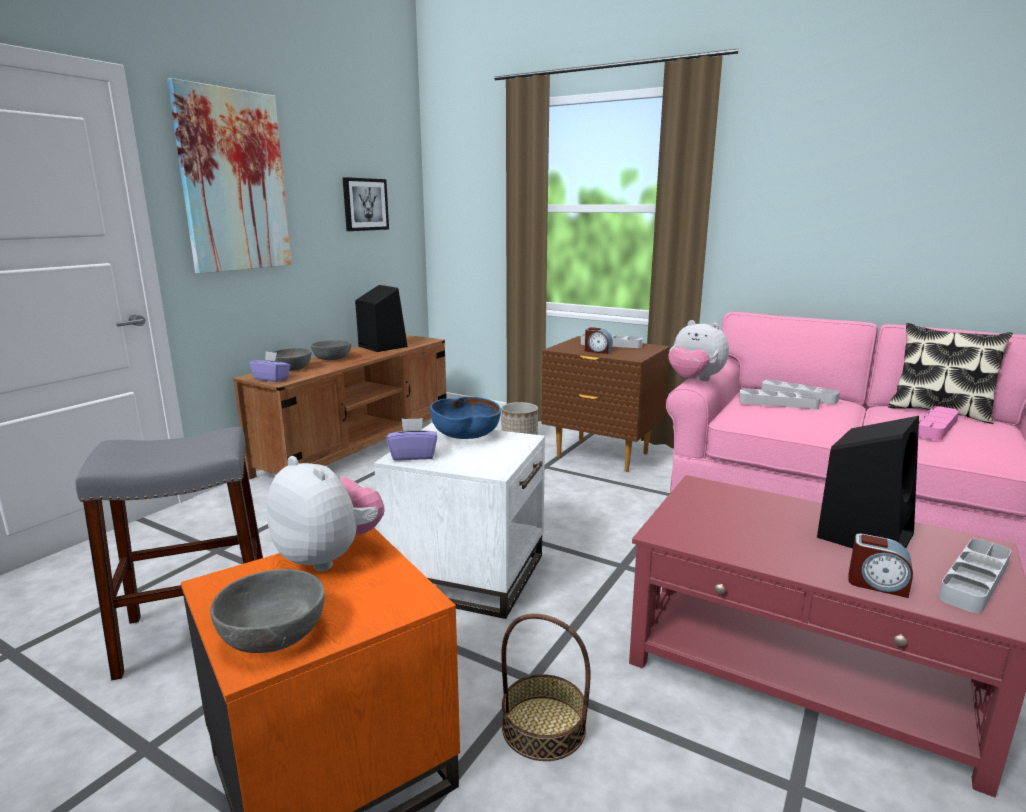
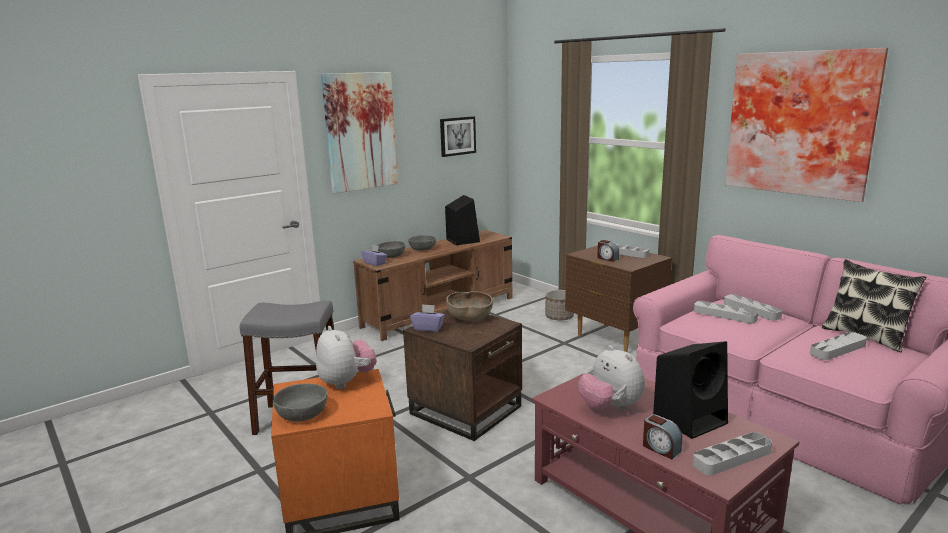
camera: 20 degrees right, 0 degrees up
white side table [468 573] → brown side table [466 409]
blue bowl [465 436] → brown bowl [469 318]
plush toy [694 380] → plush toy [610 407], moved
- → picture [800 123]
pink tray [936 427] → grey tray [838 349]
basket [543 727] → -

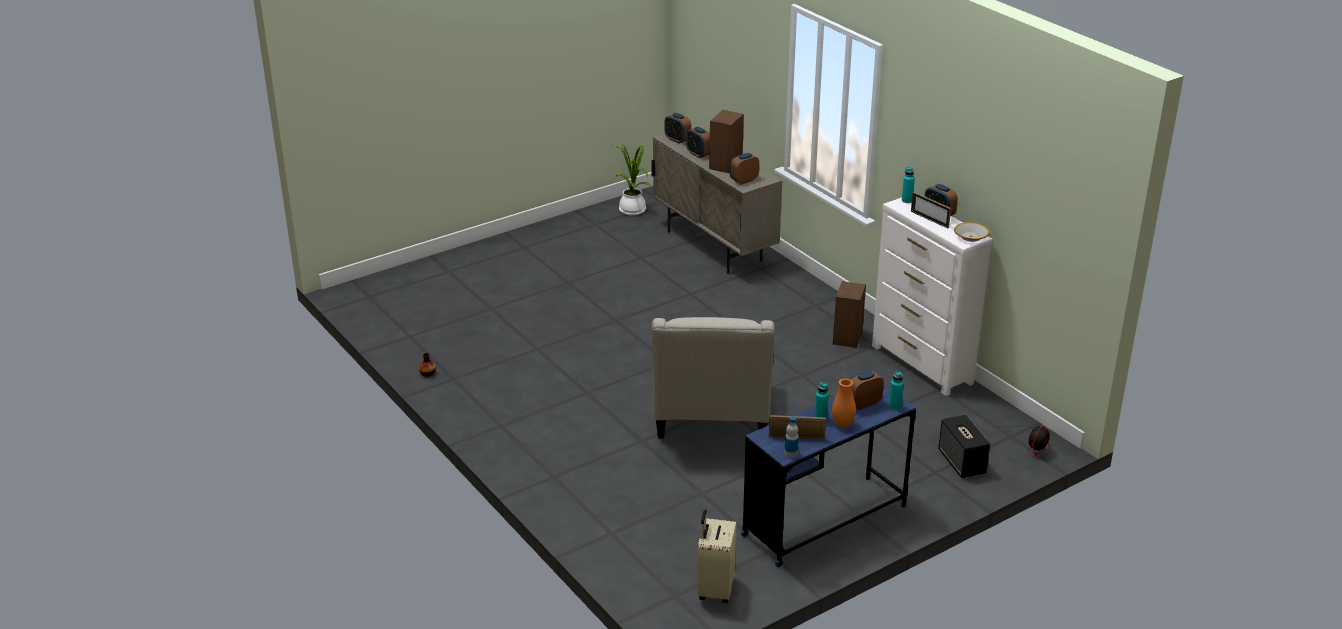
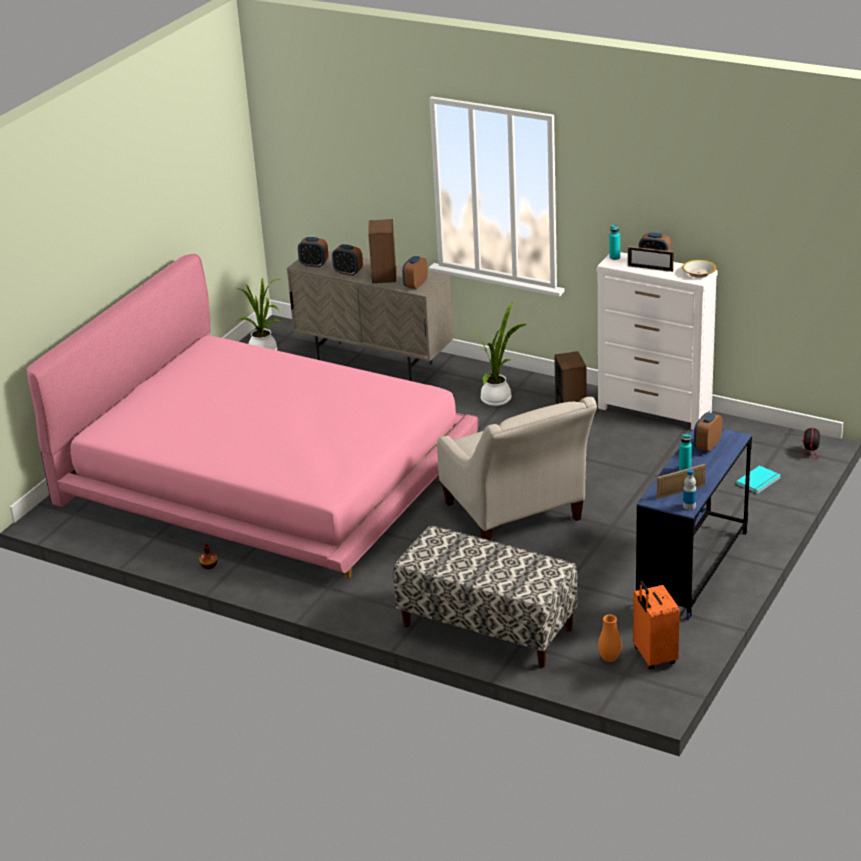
camera: 25 degrees left, 0 degrees up
- → pink bed [265 474]
- → bench [486 627]
- → potted plant [498 398]
orange vase [842 424] → orange vase [609 658], moved
beige suitcase [714 589] → orange suitcase [653 656]
speaker [962 462] → turquoise book [759 481]
turquoise bottle [895 407] → -

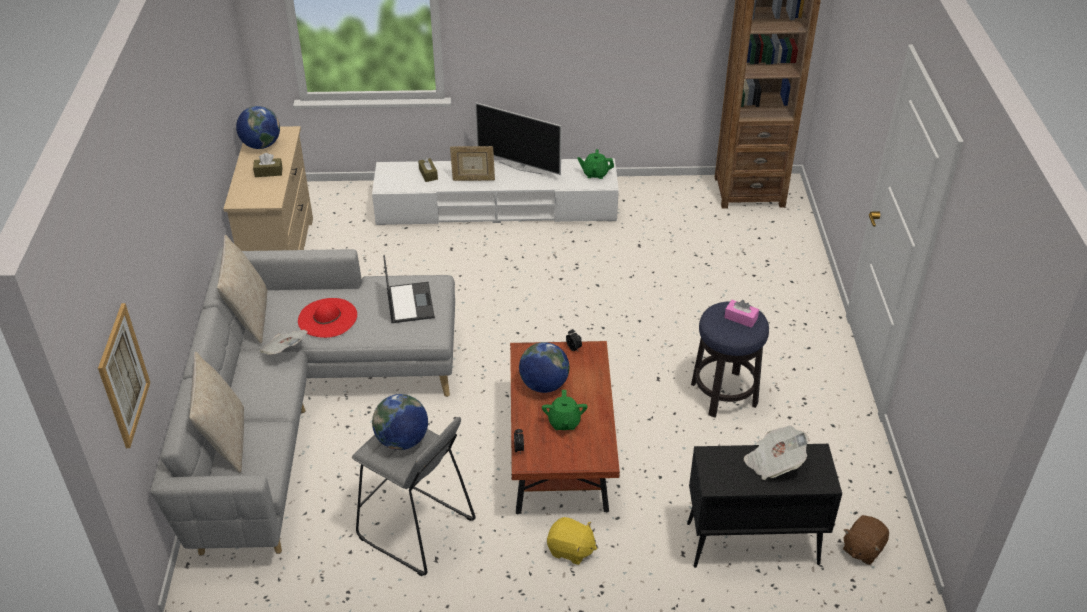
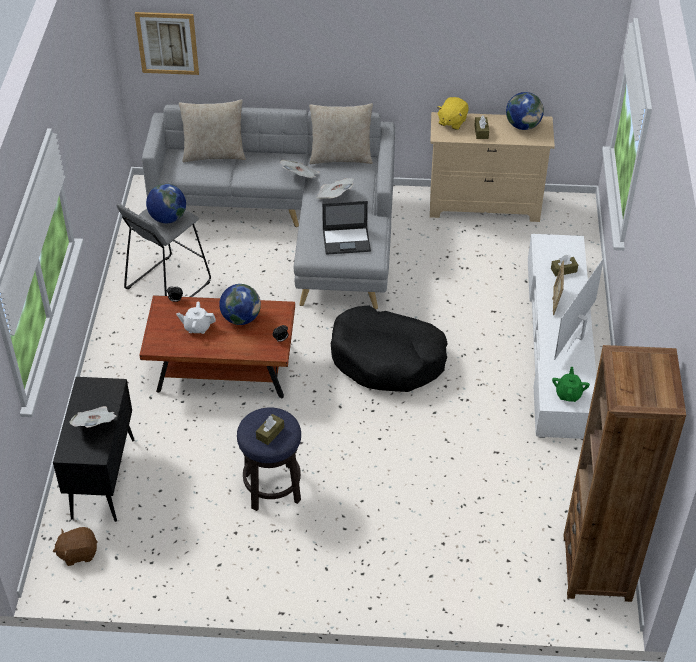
camera: 95 degrees right, 5 degrees up
brown plush toy [862 549] → brown plush toy [78 553], 60 degrees counterclockwise
green teapot [564 422] → white teapot [197 327]
pink tissue box [740 318] → brown tissue box [270 433]
red hat [327 318] → newspaper [334 196]
- → black dog bed [387 359]
yellow plush toy [570 550] → yellow plush toy [452 122], moved

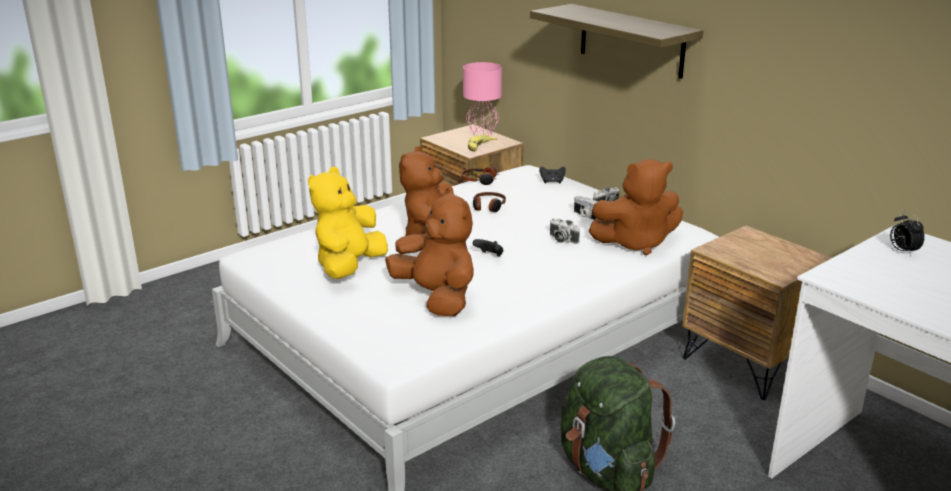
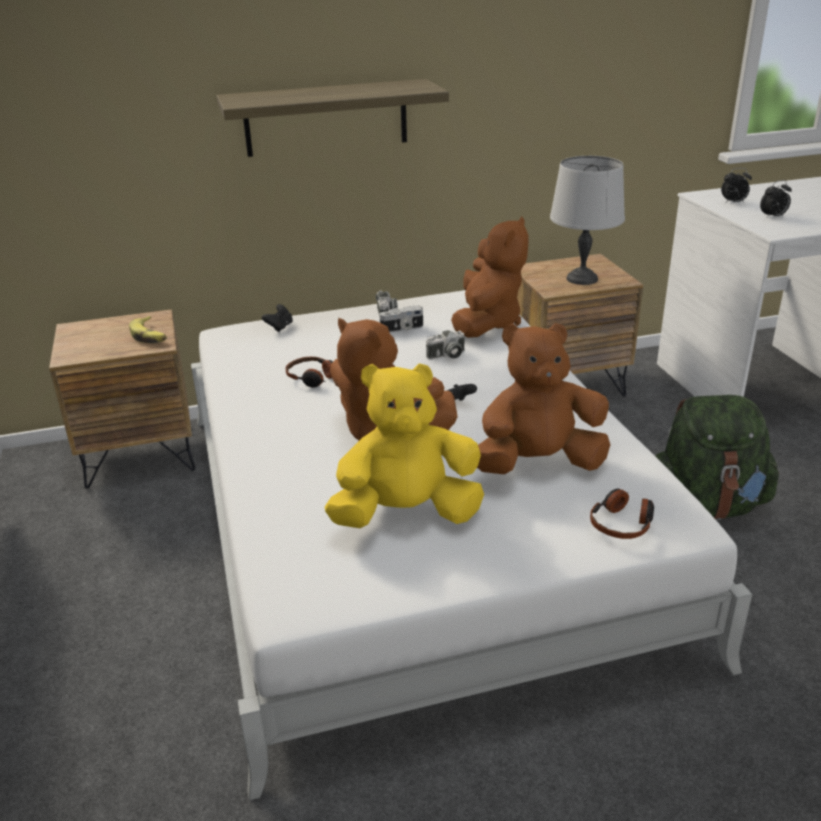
camera: 65 degrees left, 5 degrees up
yellow plush toy [349 267] → yellow plush toy [407 514], 120 degrees clockwise
- → grey table lamp [581 279]
headphones [479 180] → headphones [622 523], moved
- → alarm clock [773 217]
pink table lamp [482 133] → -

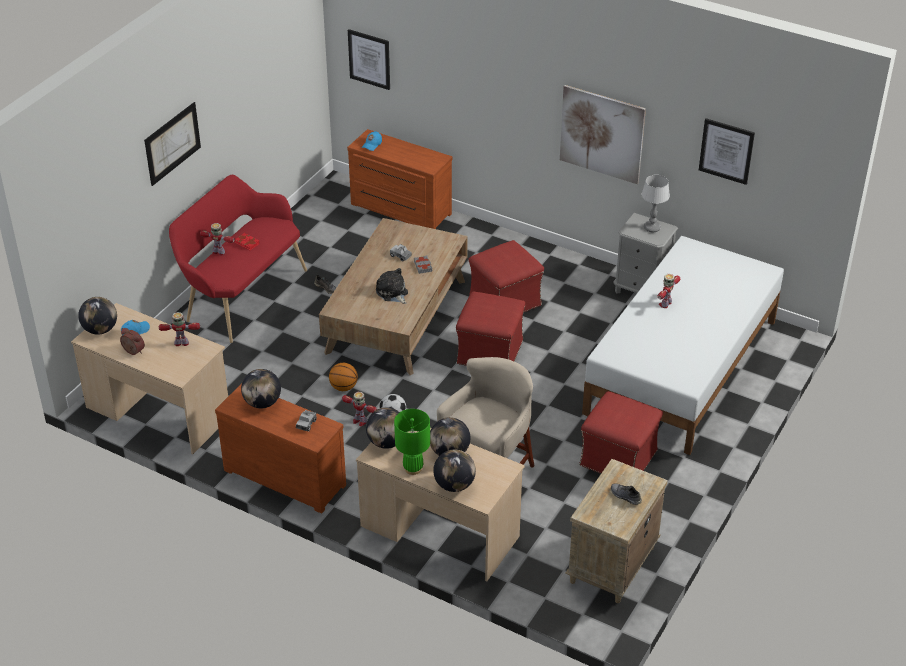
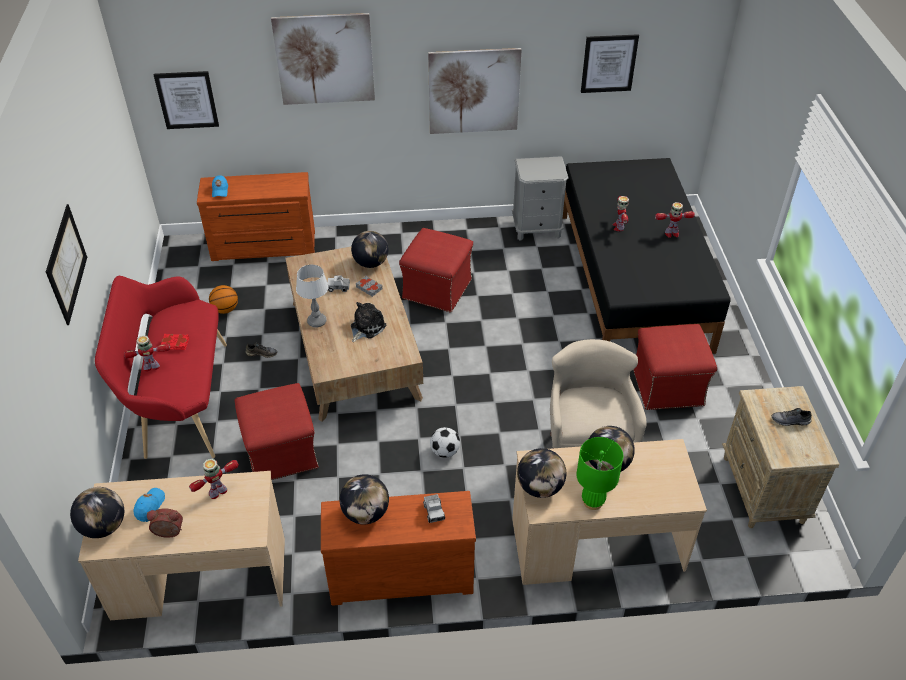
camera: 35 degrees left, 5 degrees up
basketball [344 387] → basketball [226 309], moved
red ottoman [490 352] → red ottoman [281 453], moved
- → picture [324 59]
table lamp [652 228] → table lamp [317 321], moved
globe [454 485] → globe [371 263], moved
plush toy [392 293] → plush toy [366 327], 105 degrees clockwise
white bed [683 366] → black bed [633 279]
toy robot [359 421] → toy robot [671 233], moved

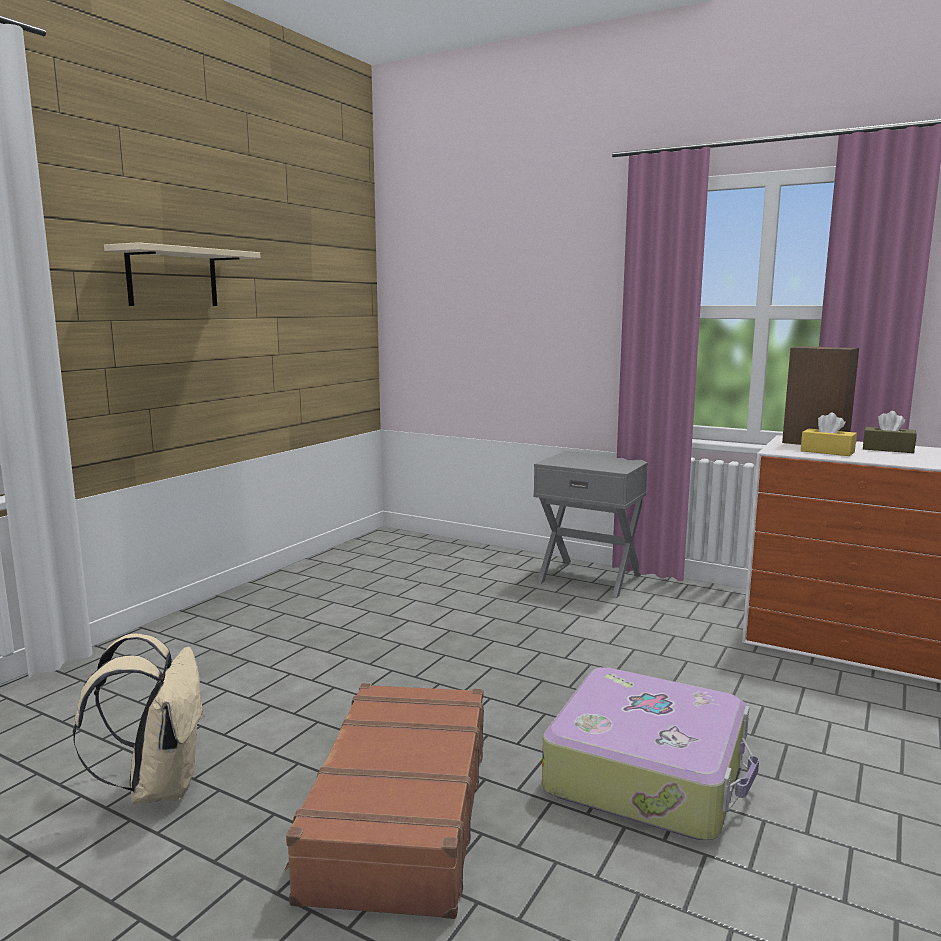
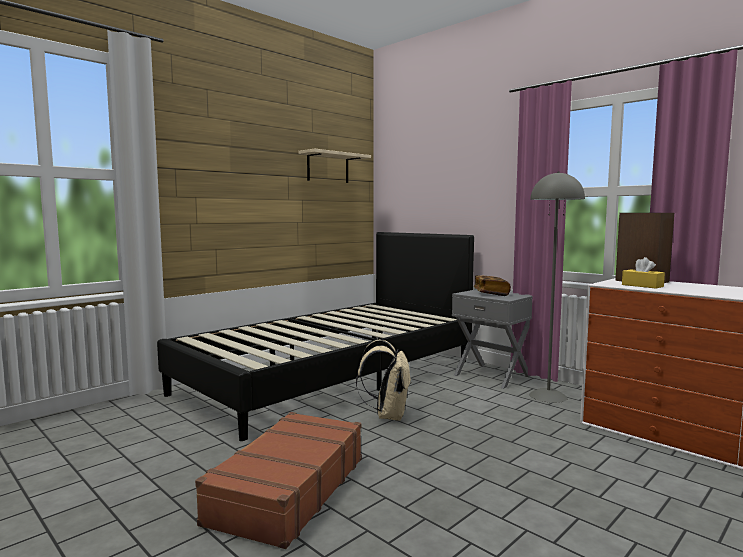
camera: 15 degrees right, 5 degrees down
- → black bed [332 376]
beige shelf [172 278] → beige shelf [328 167], moved
beige backpack [159 786] → beige backpack [387 415], moved
- → book [491 294]
- → grey floor lamp [548 396]
suitcase [648 773] → -
brown tissue box [887 449] → -

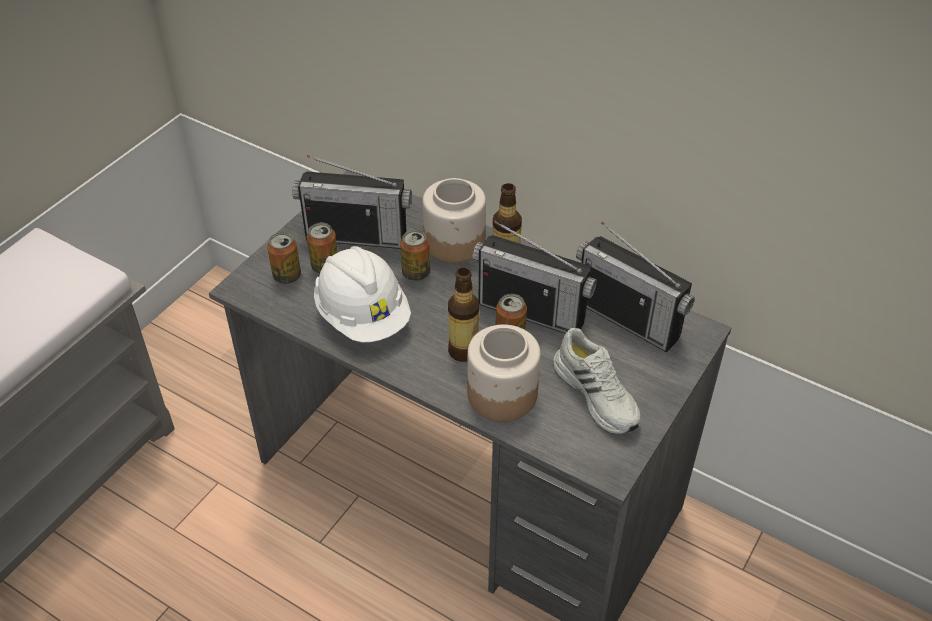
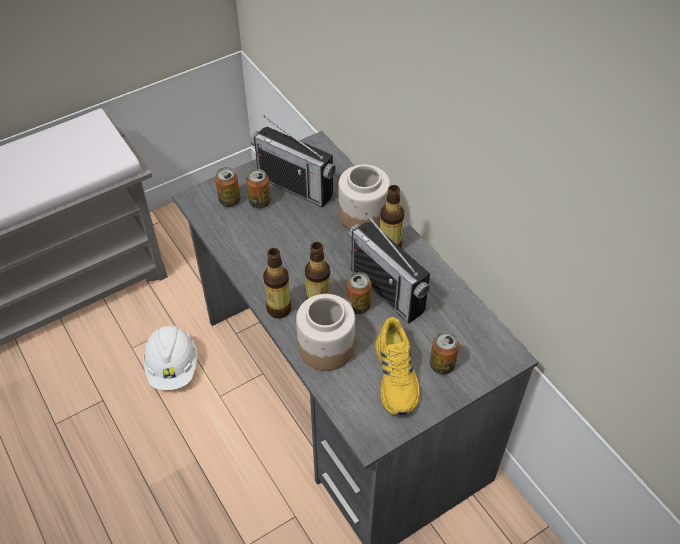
camera: 25 degrees right, 5 degrees up
white hard hat [363 316] → white hard hat [173 367], moved
- → bottle [279 309]
white shoe [597 394] → yellow shoe [397 375]
can [416 273] → can [442 365], moved
radio [628 319] → -

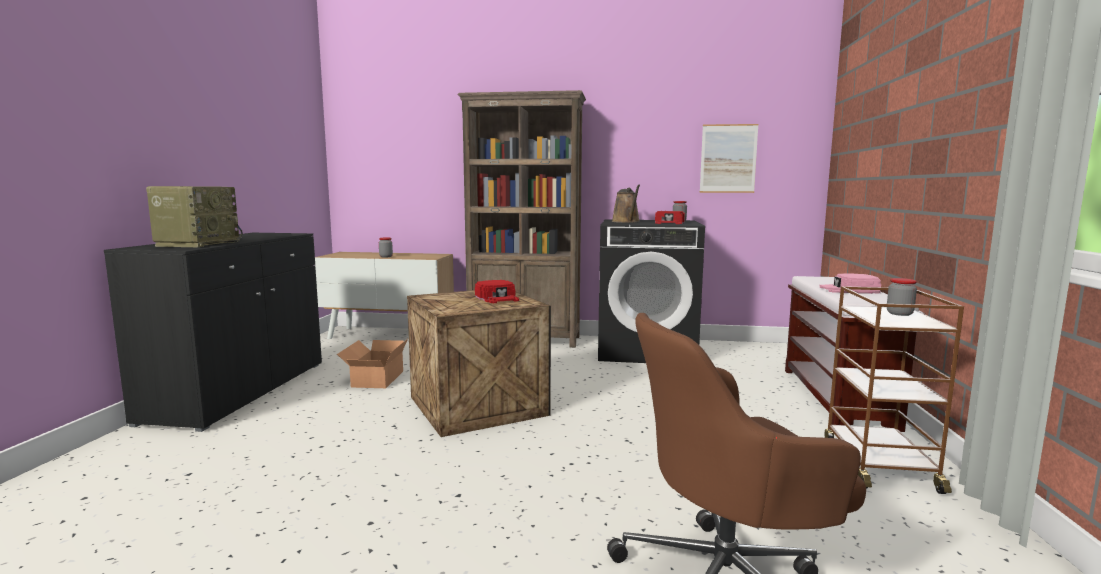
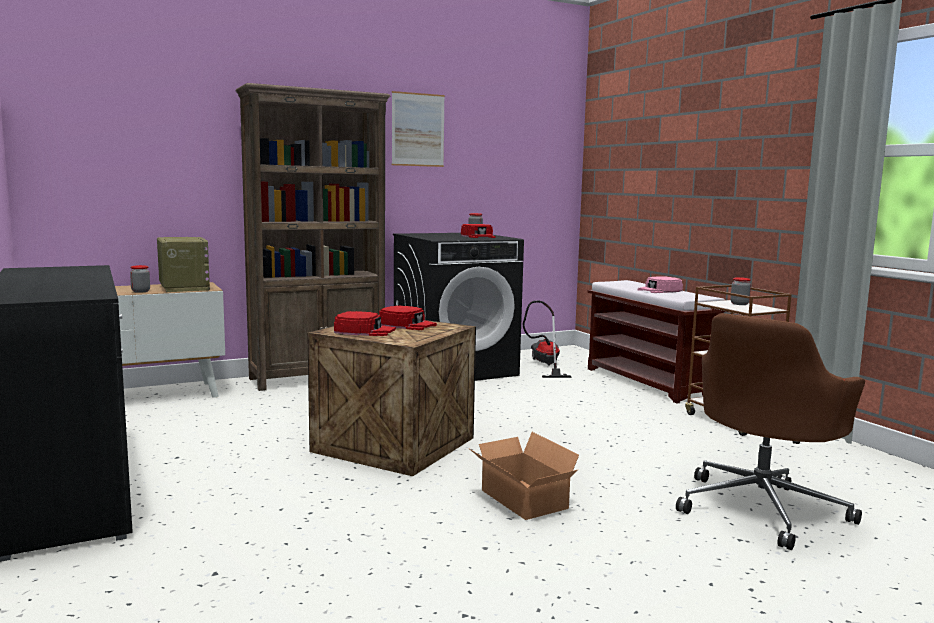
camera: 35 degrees left, 0 degrees up
radio [198 244] → radio [183 287], moved
- → red cap [365 331]
picture [728 158] → picture [418 130], moved
cardboard box [375 379] → cardboard box [522 501], moved
- → vacuum cleaner [545 365]
brown watering can [626 222] → -

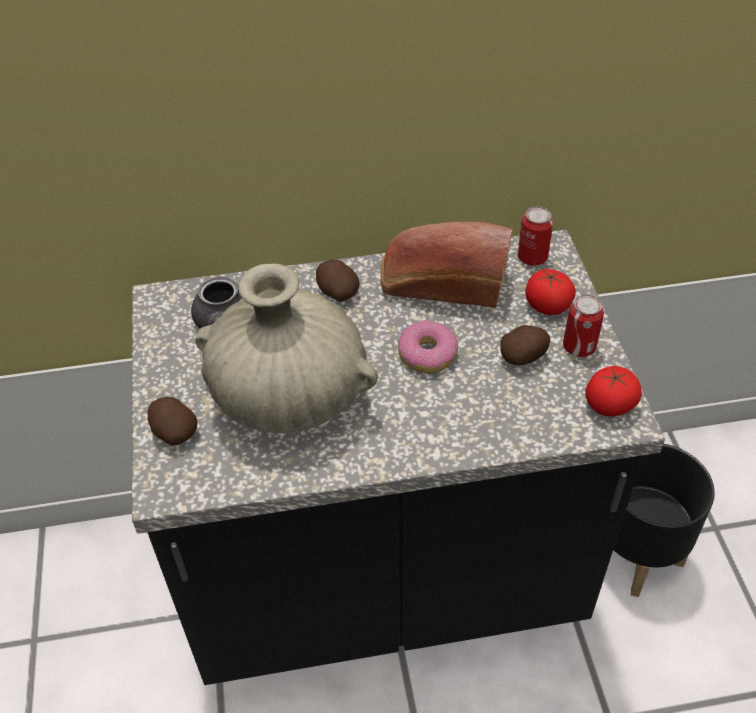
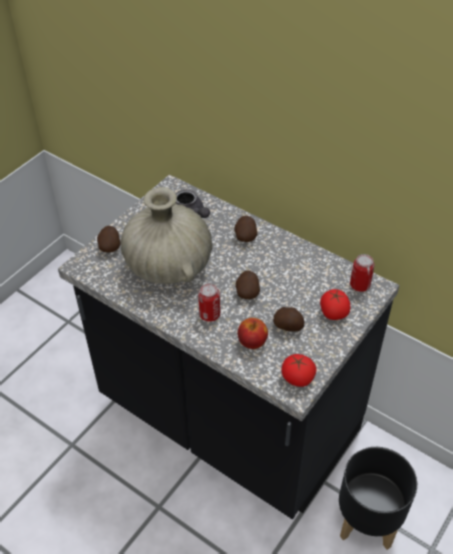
camera: 45 degrees right, 0 degrees up
can [579 347] → can [209 314], moved
donut [427 354] → potato [247 292]
- → apple [252 342]
bread [441 283] → -

